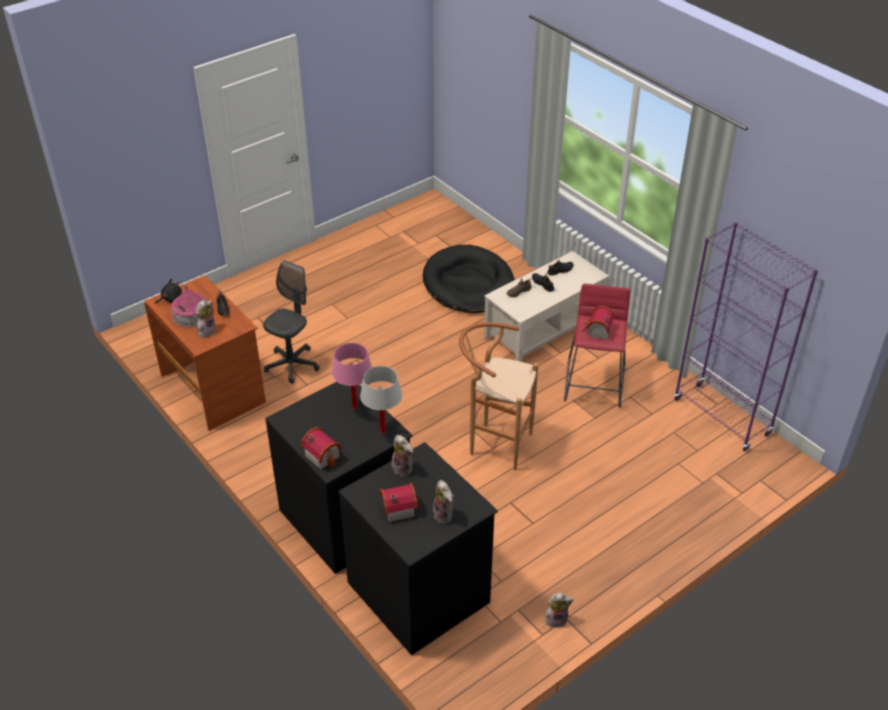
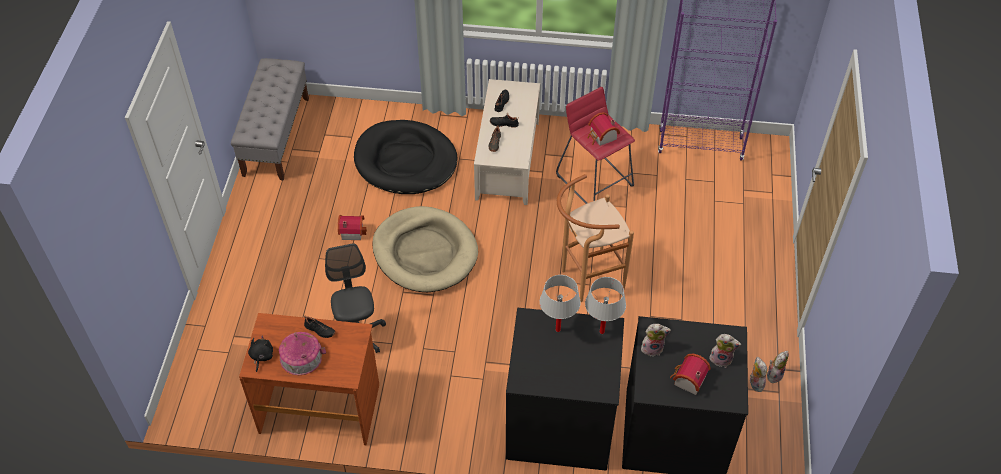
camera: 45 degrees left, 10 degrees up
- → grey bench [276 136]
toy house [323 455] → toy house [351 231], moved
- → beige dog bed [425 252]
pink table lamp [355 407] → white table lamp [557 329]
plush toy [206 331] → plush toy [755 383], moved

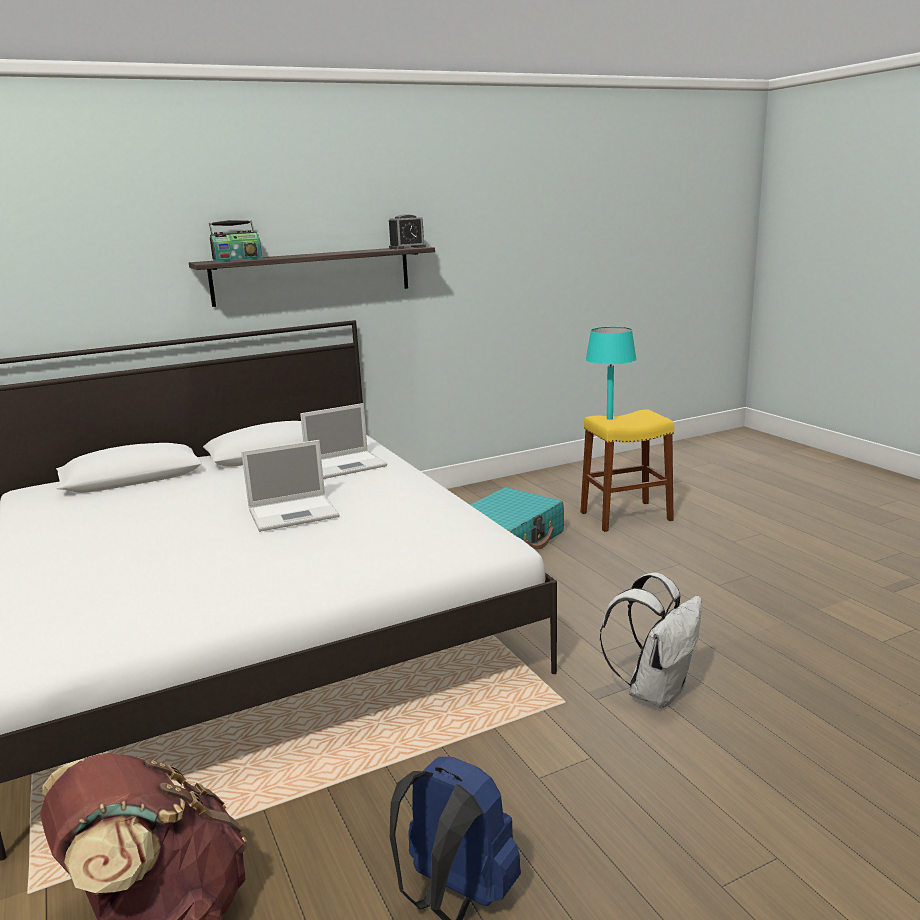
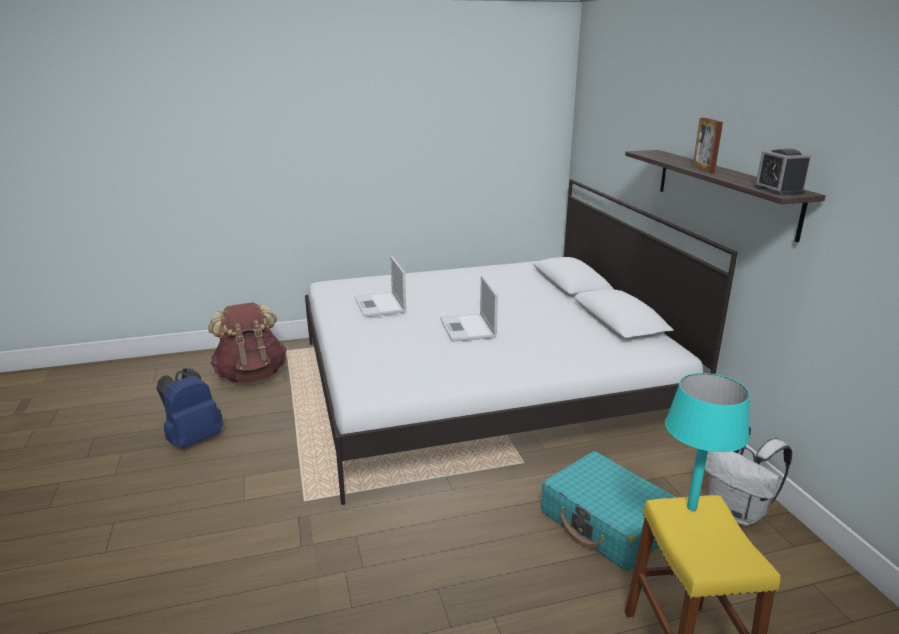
camera: 100 degrees right, 5 degrees up
laptop [347 465] → laptop [380 305], moved
- → picture frame [703 169]
white backpack [655 691] → white backpack [737 512], moved
radio [237 259] → -

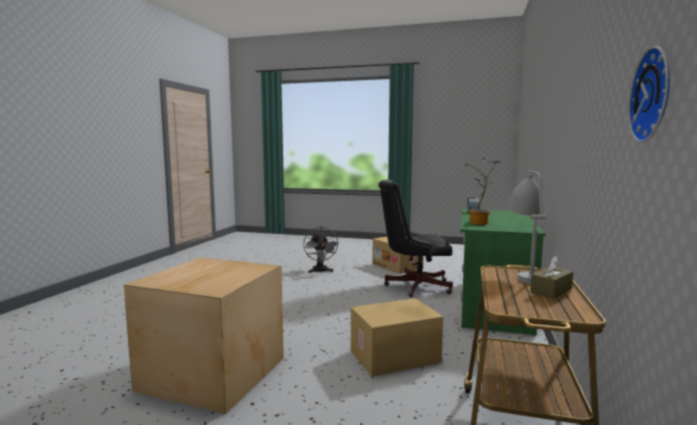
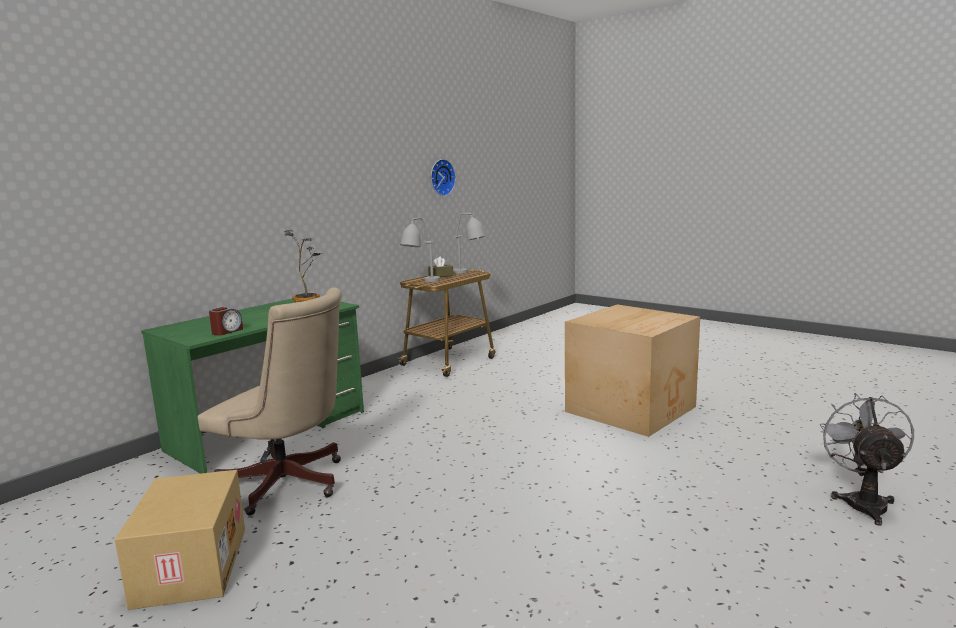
camera: 155 degrees left, 5 degrees up
black office chair [414 286] → beige office chair [289 485]
- → grey table lamp [470 274]
grey fan [320 271] → grey fan [863 502], moved
cardboard box [394 357] → -

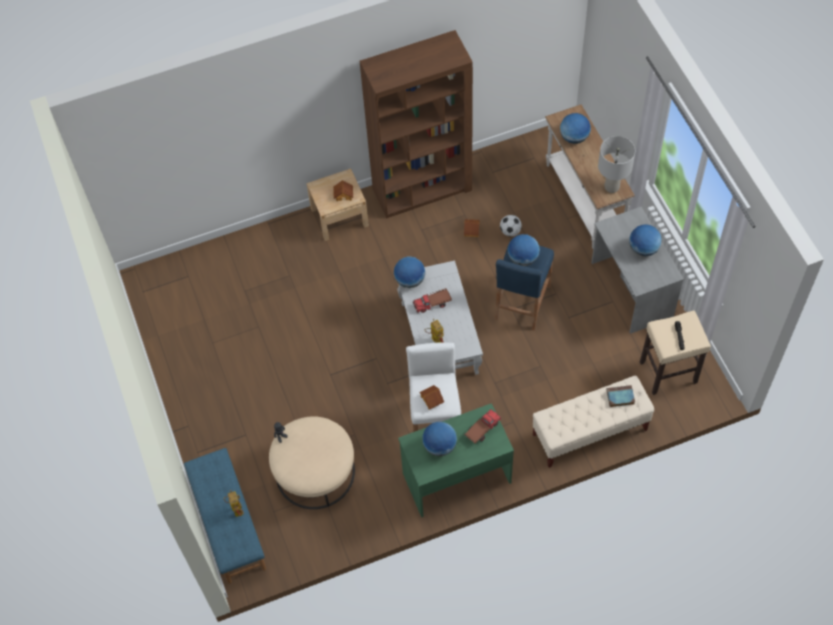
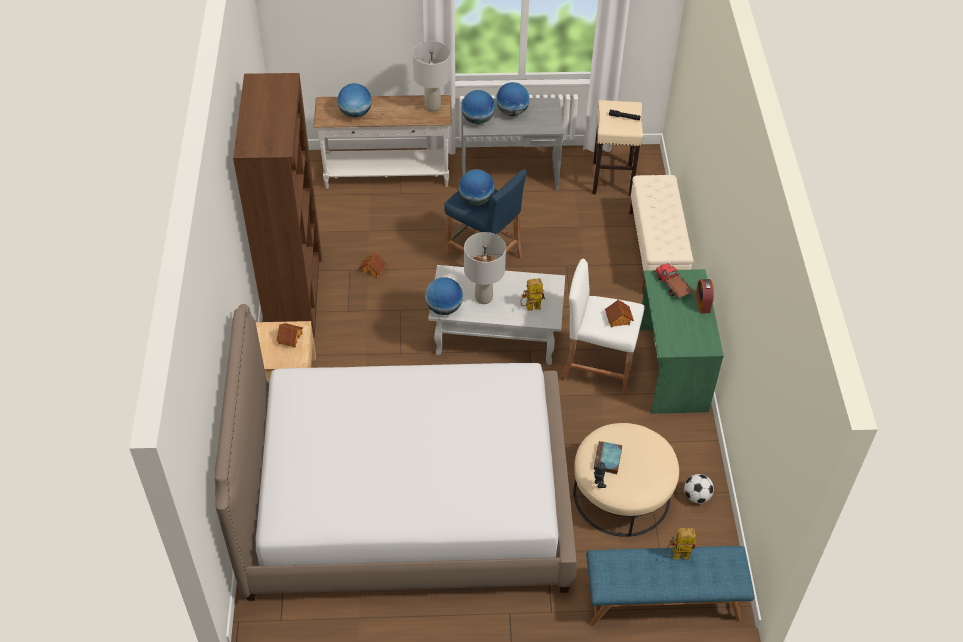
camera: 75 degrees left, 10 degrees down
- → bed [406 499]
globe [440 446] → globe [478 120], moved
toy truck [433 303] → grey table lamp [484 297]
book [619 397] → book [607 460], moved
football [510 231] → football [696 496], moved
- → alarm clock [702 303]

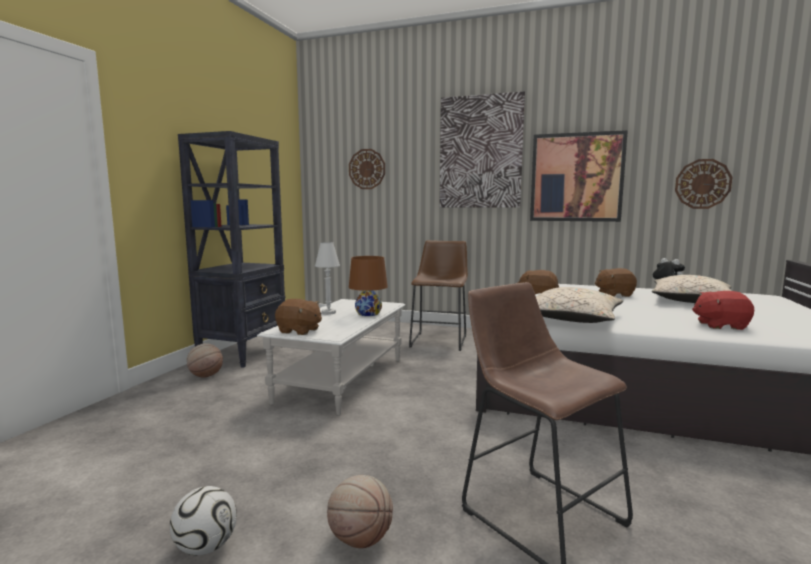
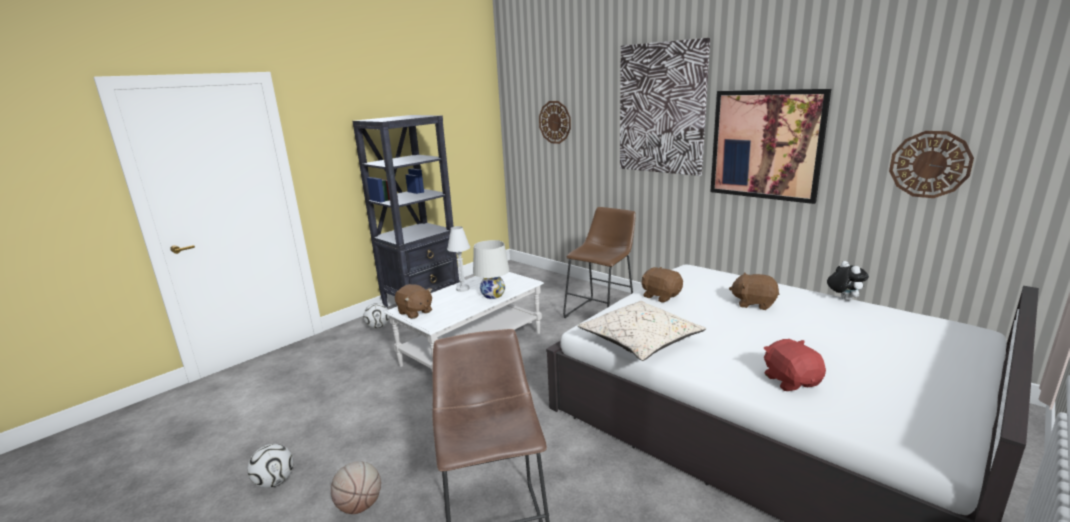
camera: 25 degrees right, 10 degrees up
basketball [205 376] → football [378 327]
brown table lamp [368 314] → white table lamp [493 295]
red plush toy [720 325] → red plush toy [791 381], 45 degrees clockwise
beige pillow [691 301] → -

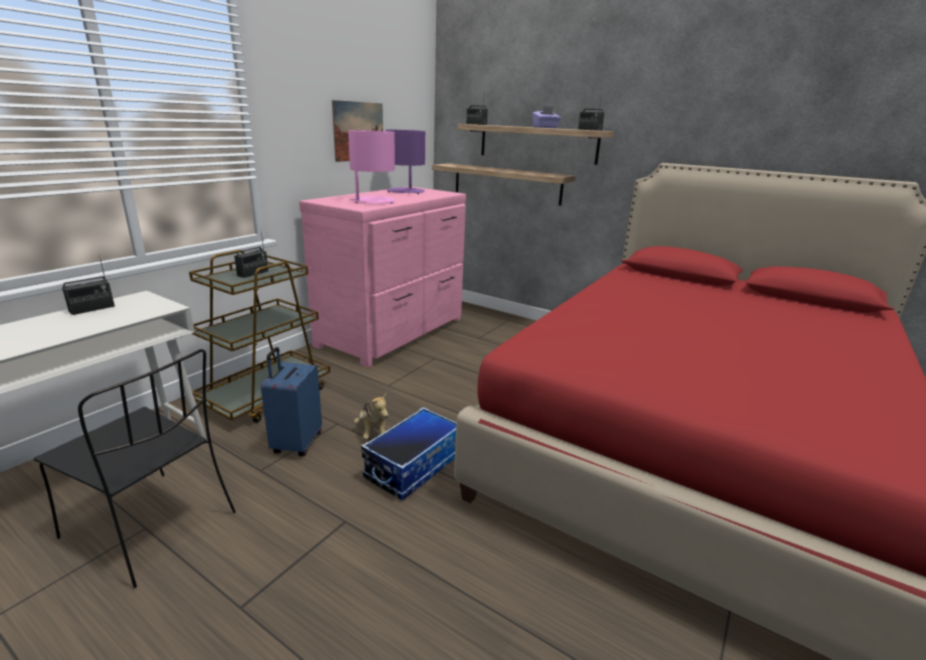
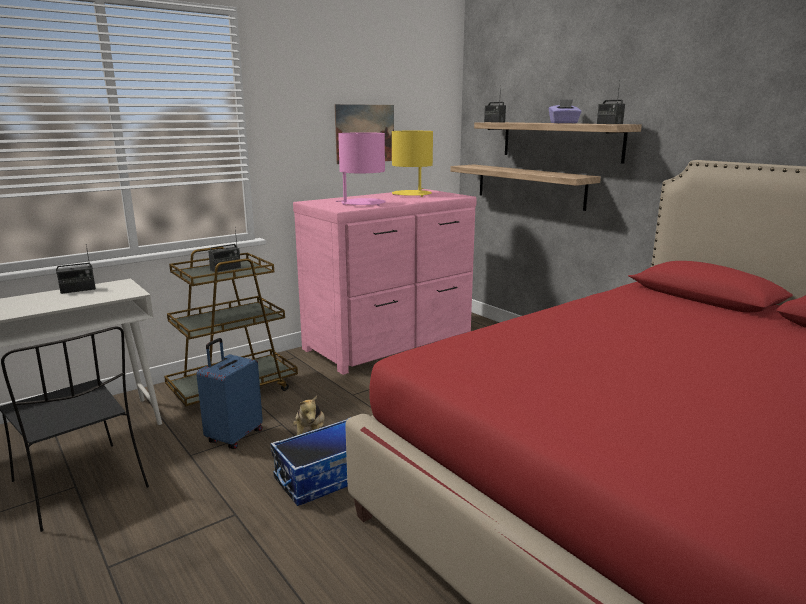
camera: 20 degrees right, 5 degrees down
purple table lamp [406 191] → yellow table lamp [412 194]

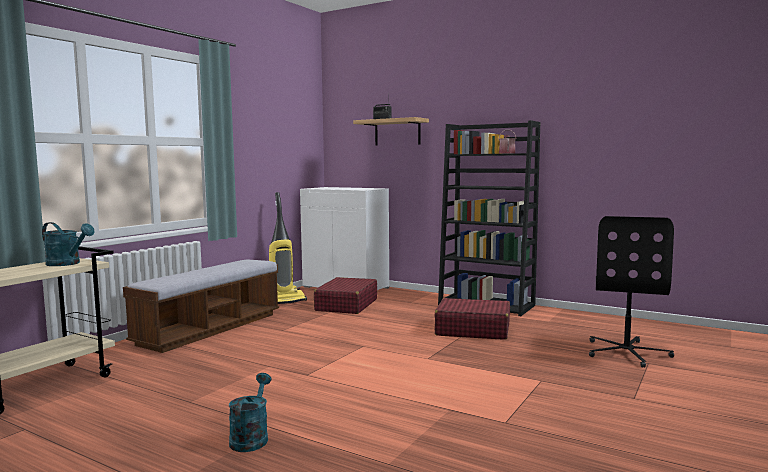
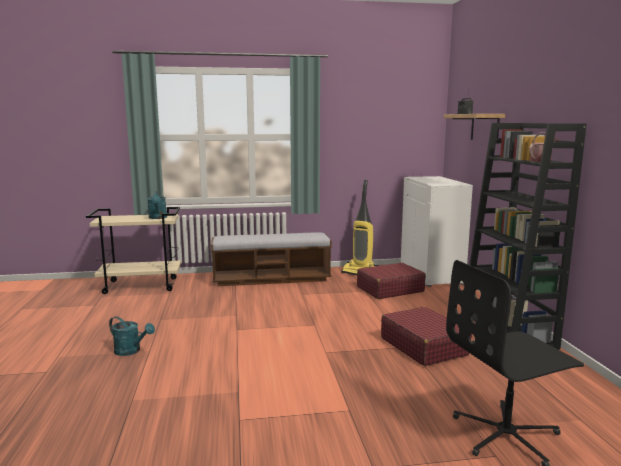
camera: 50 degrees right, 5 degrees up
turquoise watering can [251 437] → turquoise watering can [131 351], 60 degrees clockwise

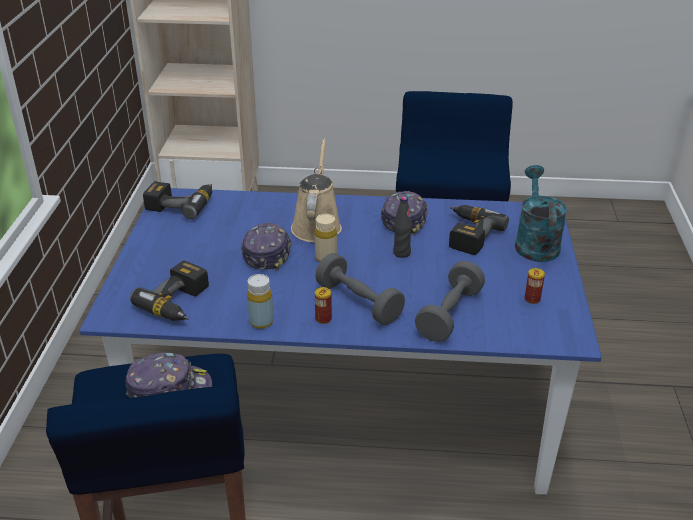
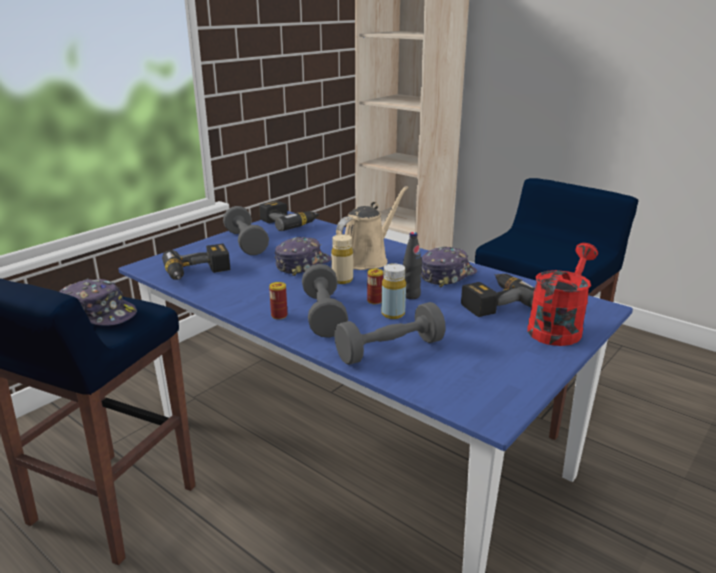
camera: 35 degrees right, 10 degrees down
- → grey dumbbell [246 243]
can [532 299] → can [374 301], moved
yellow bottle [261 322] → yellow bottle [393 314], moved
turquoise watering can [535 242] → red watering can [557 327]

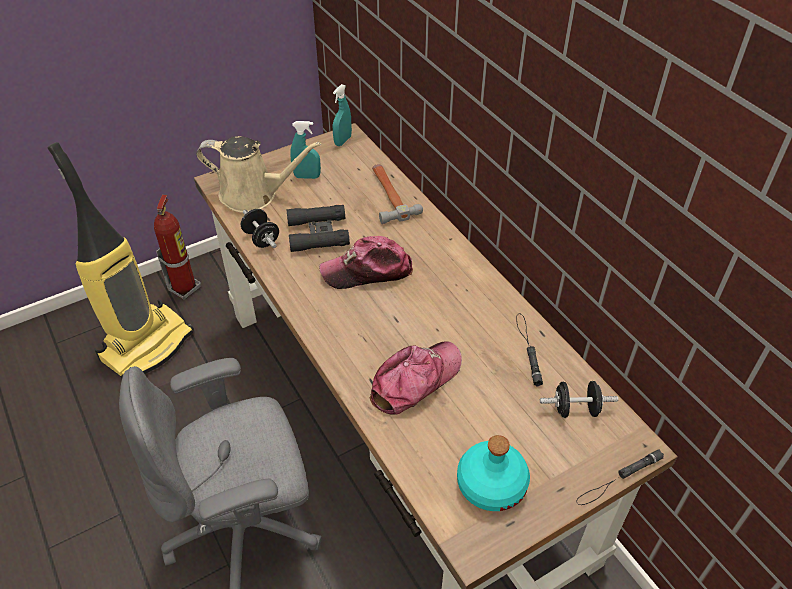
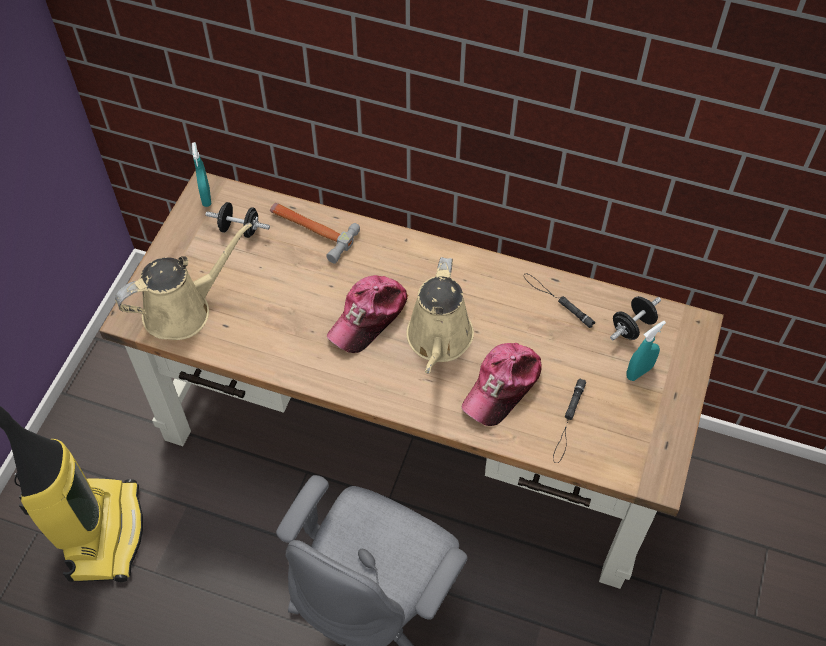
camera: 40 degrees left, 10 degrees up
black dumbbell [261 238] → black dumbbell [239 229], moved
- → beige watering can [439 340]
cap [415 380] → cap [502 387], 150 degrees counterclockwise
black flashlight [619 479] → black flashlight [568 422], moved
turquoise spray bottle [307 176] → turquoise spray bottle [639 372], moved
fire extinguisher [185 288] → -
black binoculars [318 233] → -
turquoise bottle [490 484] → -

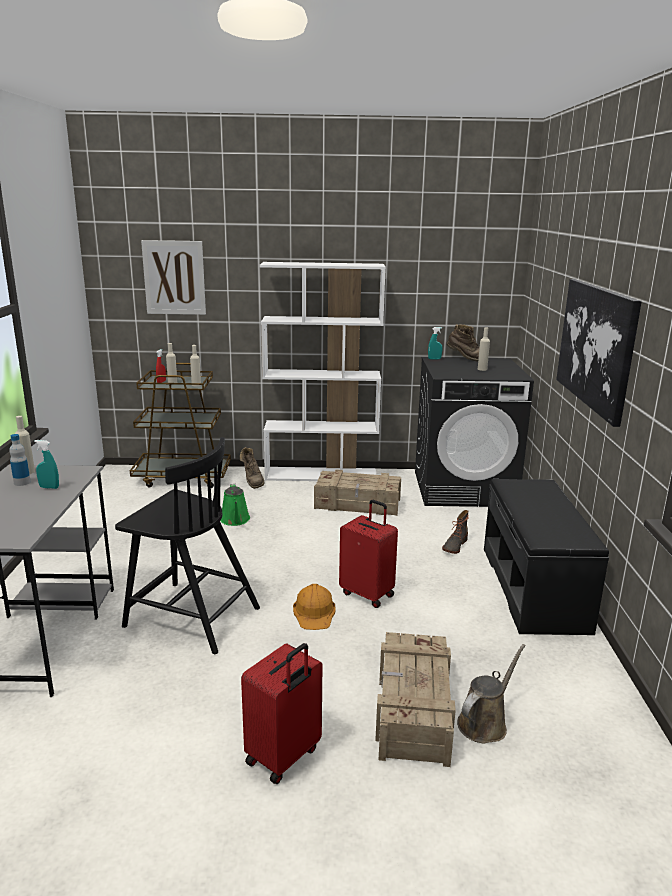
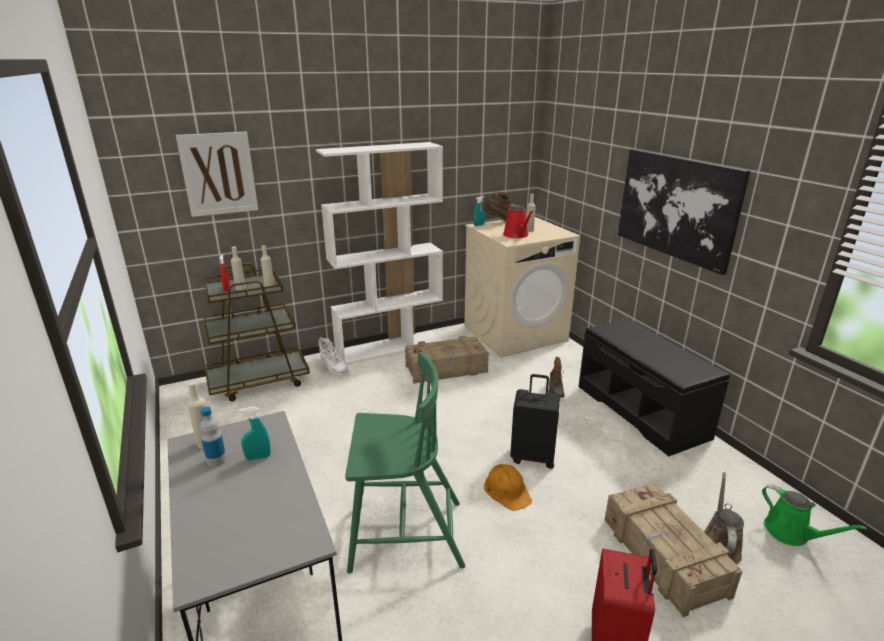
camera: 25 degrees left, 5 degrees up
brown boot [252 482] → white boot [333 369]
black chair [190 616] → green chair [404 535]
black washing machine [464 488] → beige washing machine [515 333]
- → red watering can [517 235]
red suitcase [368 594] → black suitcase [533 456]
green watering can [235 520] → green watering can [790 533], moved

